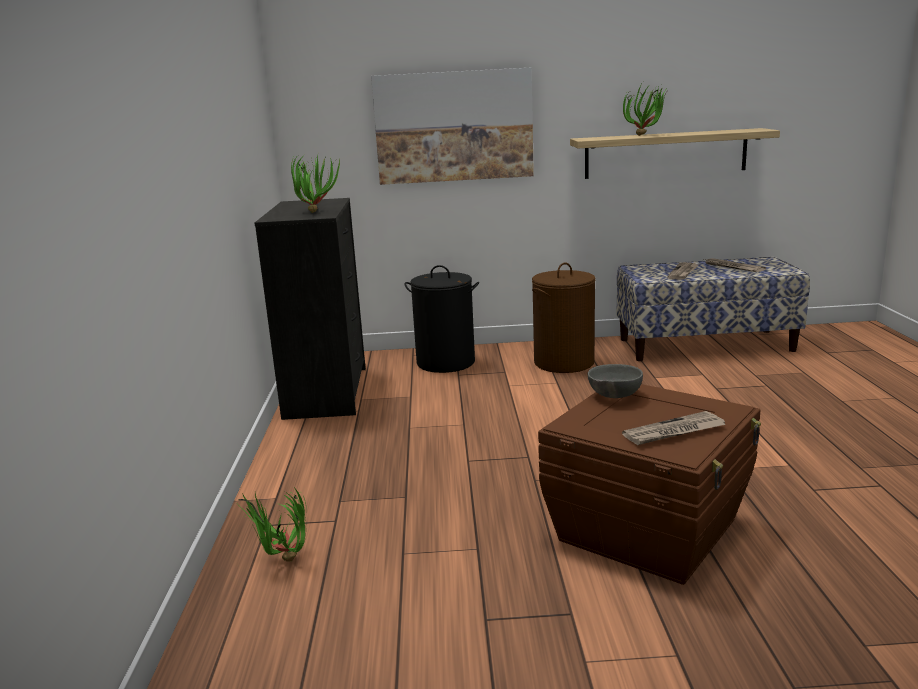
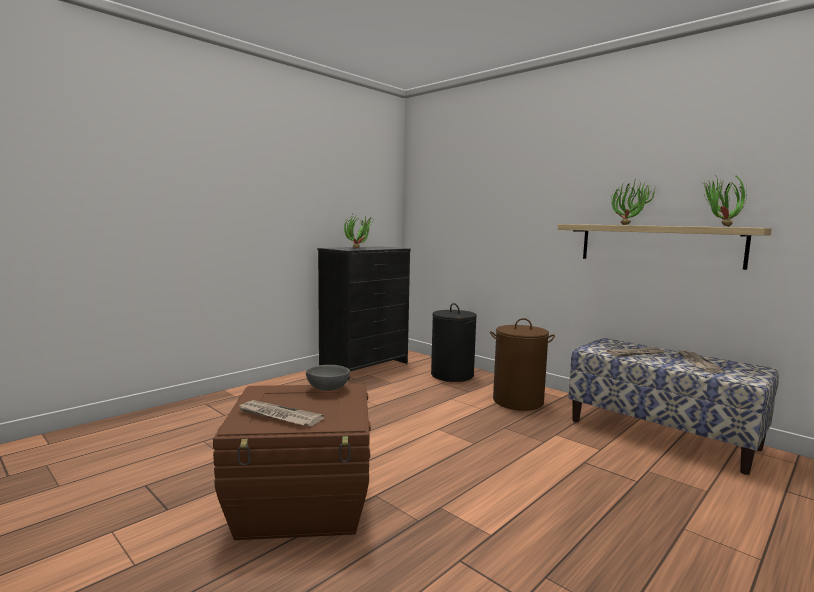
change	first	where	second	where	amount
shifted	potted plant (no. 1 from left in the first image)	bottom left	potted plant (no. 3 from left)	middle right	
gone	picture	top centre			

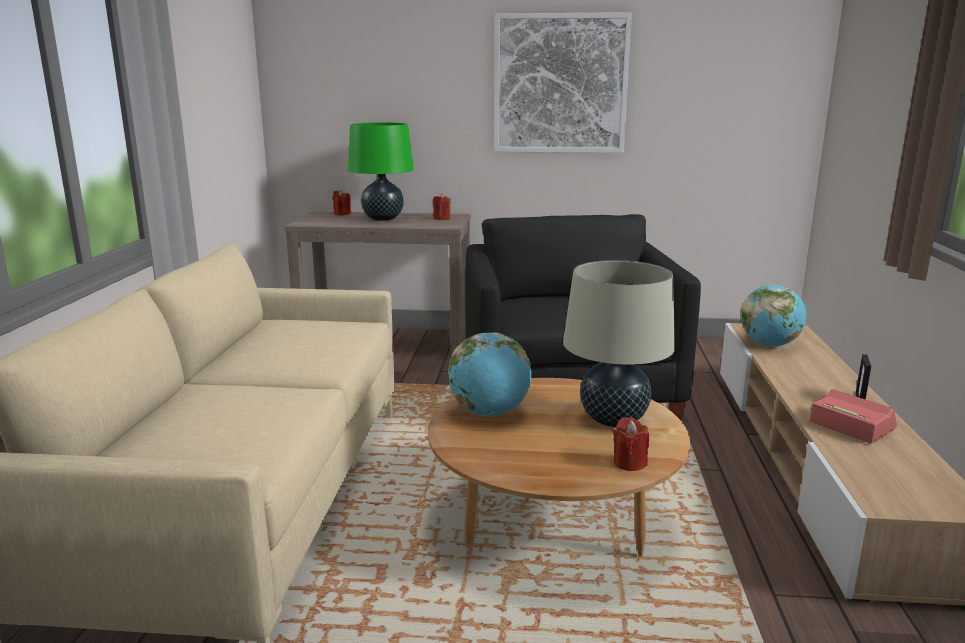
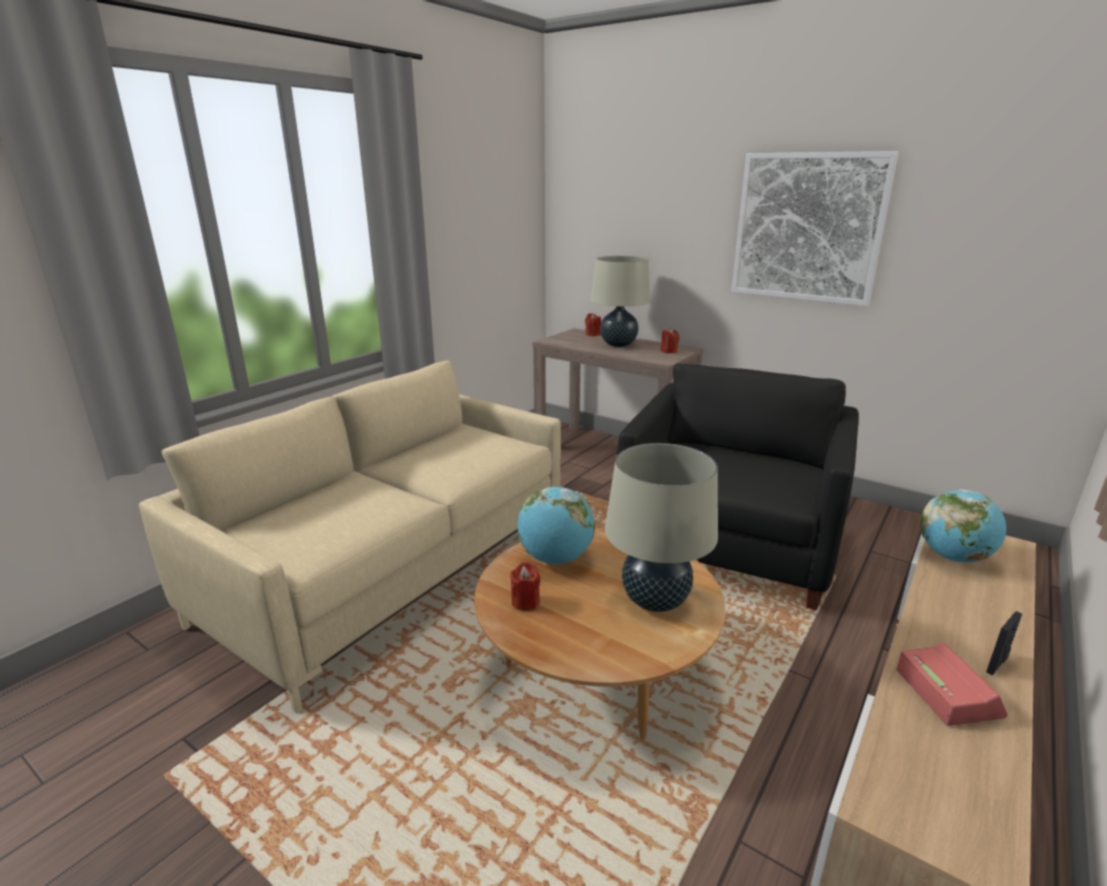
change	first	where	second	where	amount
repainted	green table lamp	top centre	beige table lamp (no. 1 from left)	centre	
shifted	red candle (no. 3 from left in the first image)	bottom centre	red candle (no. 1 from left)	centre	

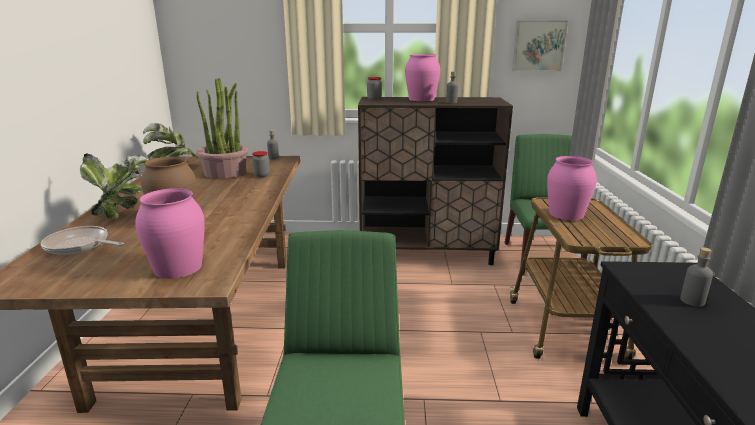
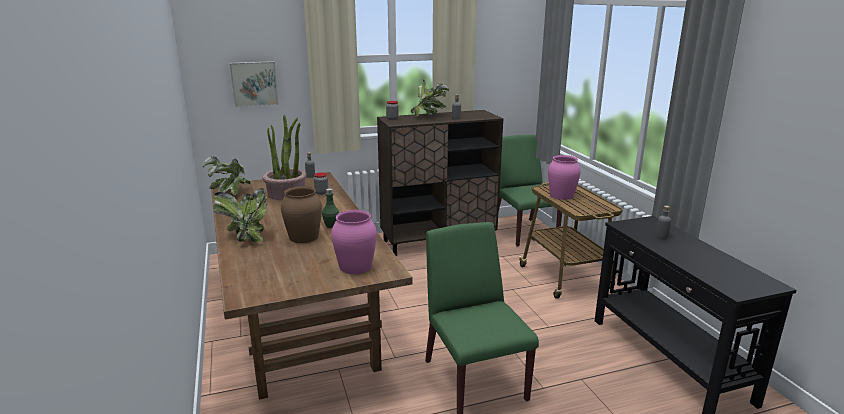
change	first	where	second	where	amount
gone	frying pan	middle left			
swapped	pink vase (no. 2 from left)	top centre	potted plant (no. 4 from left)	top centre	
shifted	picture	top right		top left	
new			green bottle	centre	

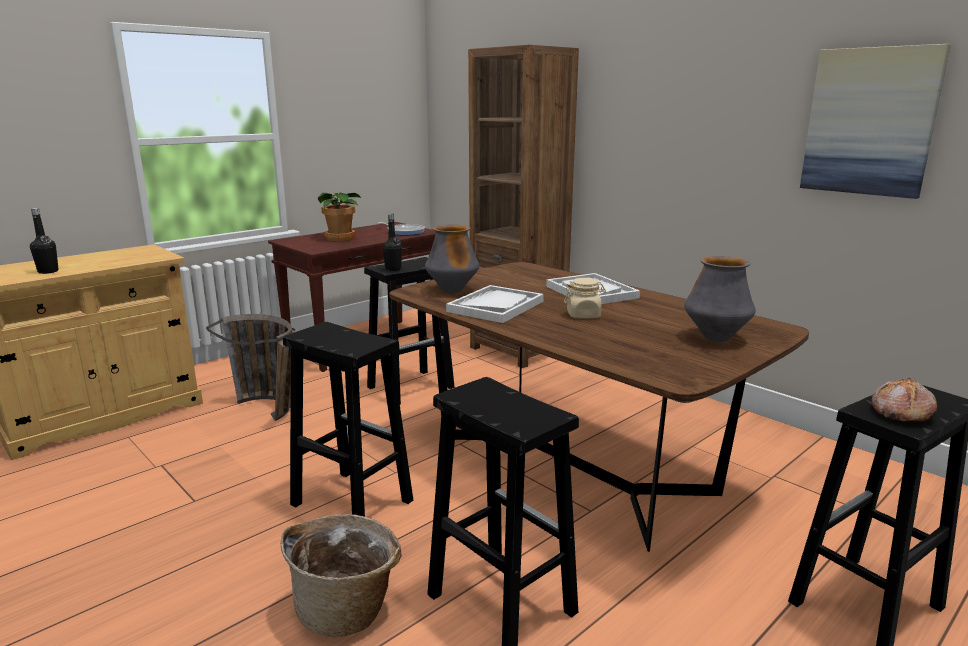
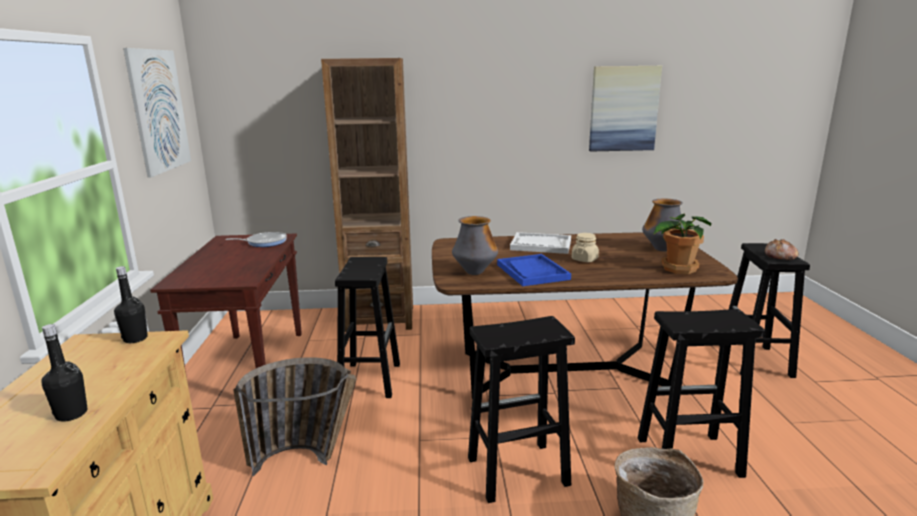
change	first	where	second	where	amount
shifted	potted plant	centre		middle right	
shifted	black bottle (no. 2 from left)	centre		middle left	
repainted	white tray (no. 1 from left)	centre	blue tray	centre	
new			picture (no. 1 from left)	top left	

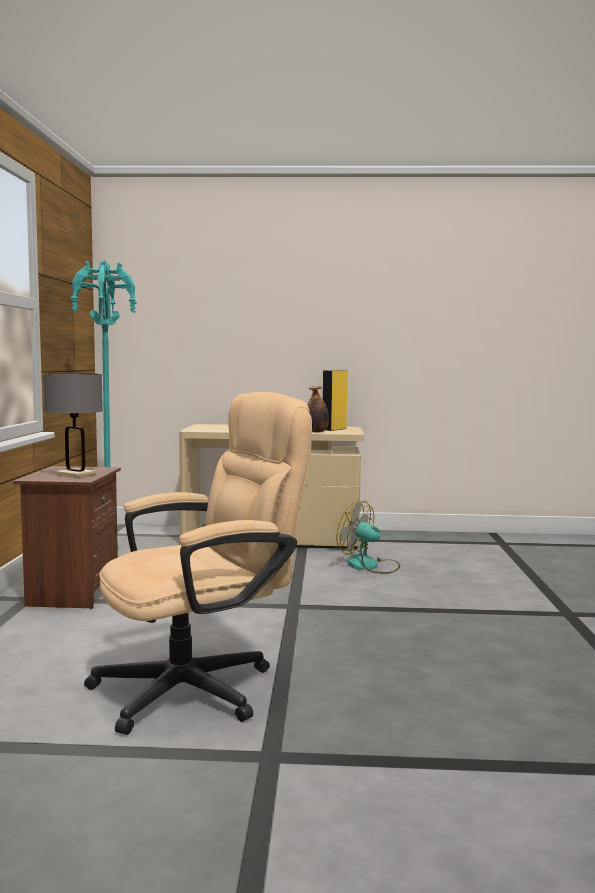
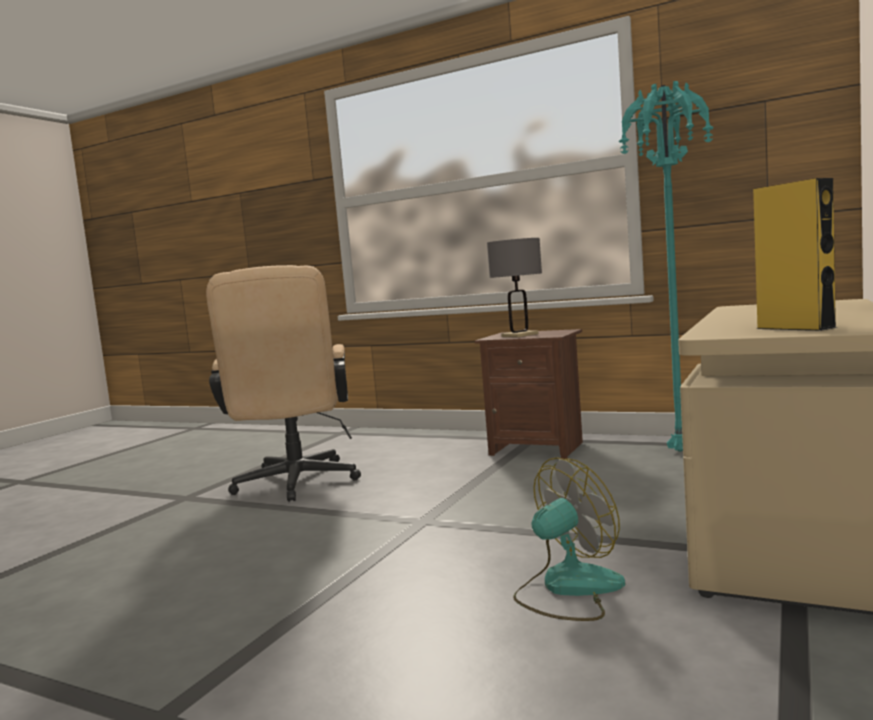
change	first	where	second	where	amount
gone	bottle	centre			

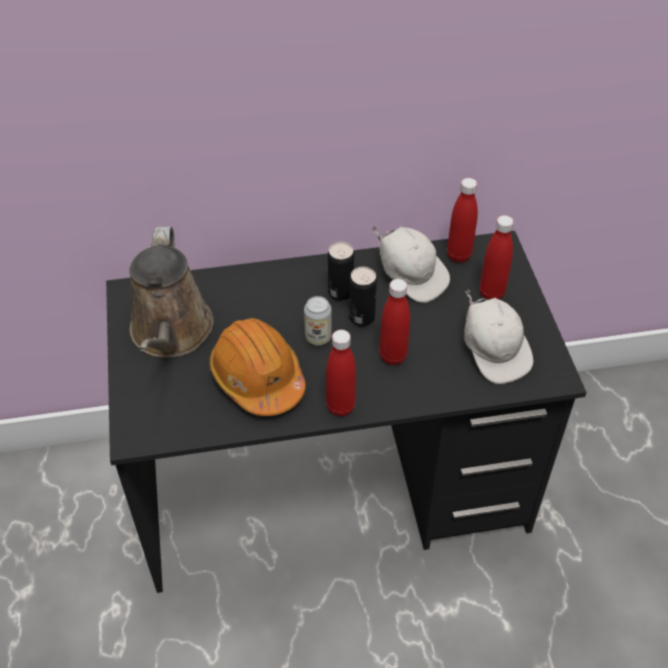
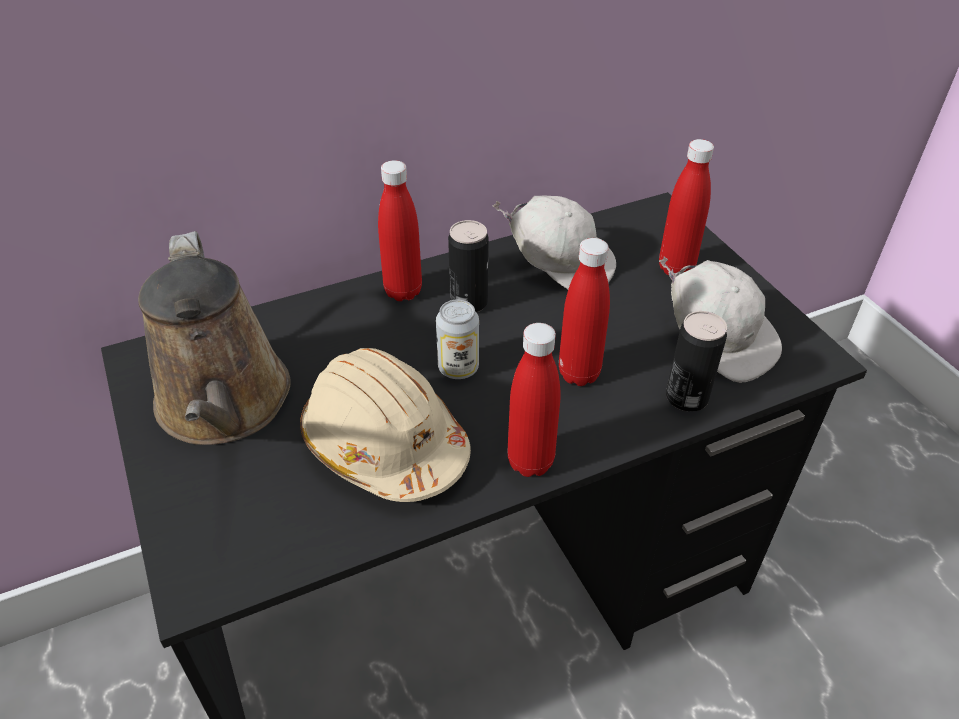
change	first	where	second	where	amount
repainted	orange hard hat	centre	beige hard hat	centre	
shifted	can (no. 3 from left)	centre		middle right	
shifted	red bottle (no. 3 from left in the first image)	top right	red bottle (no. 1 from left)	top centre	

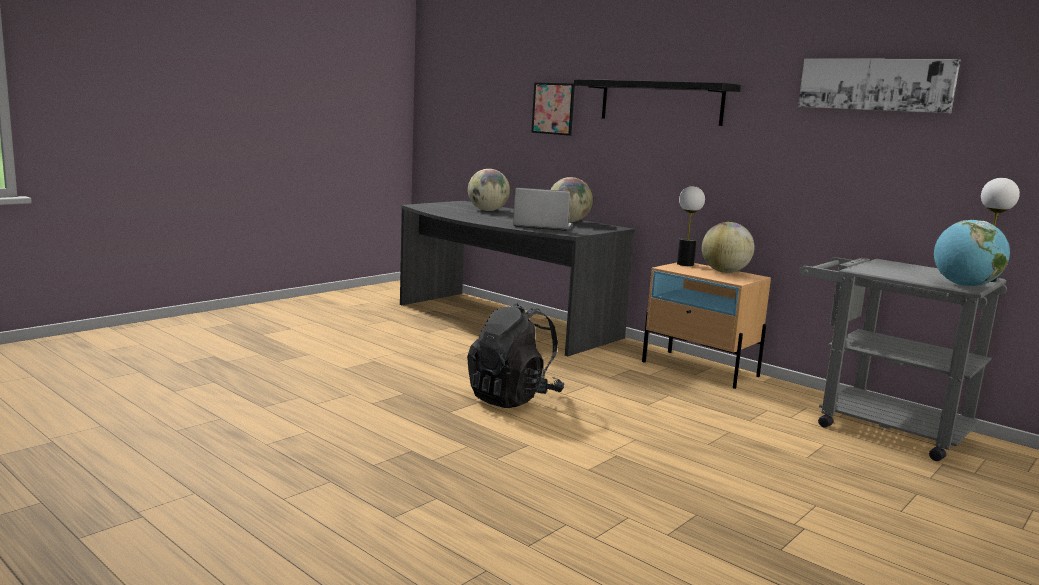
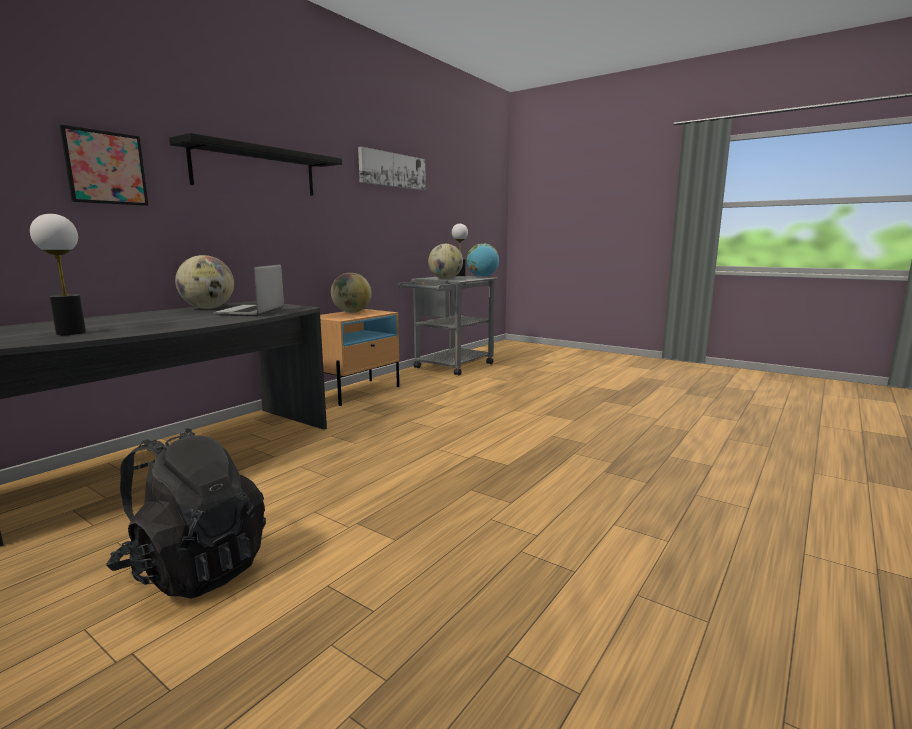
change	first	where	second	where	amount
shifted	black backpack	centre		bottom left	
shifted	globe (no. 1 from left in the first image)	top centre	globe (no. 3 from left)	centre	
shifted	table lamp (no. 1 from left)	centre		middle left	

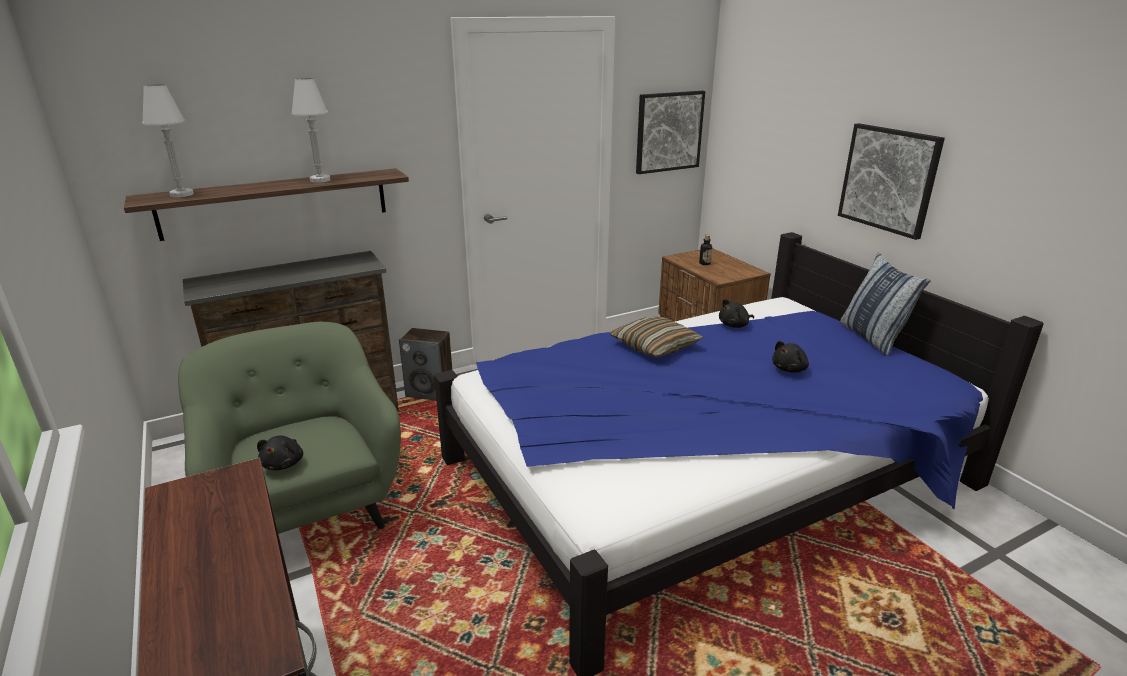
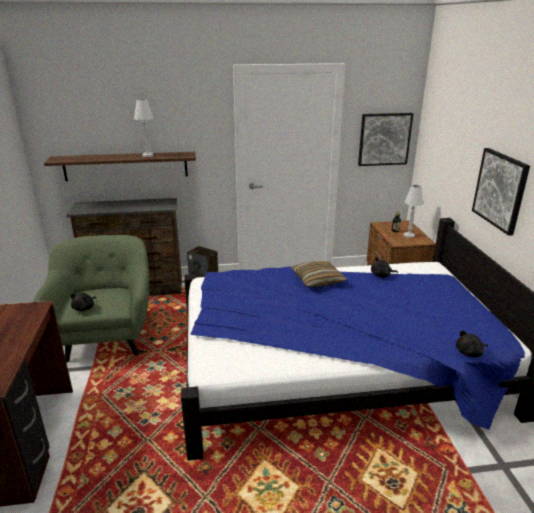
change	first	where	second	where	amount
shifted	white table lamp (no. 1 from left in the first image)	top left	white table lamp (no. 2 from left)	middle right	
shifted	black plush toy (no. 3 from left)	middle right		bottom right	
gone	pillow (no. 2 from left)	middle right			

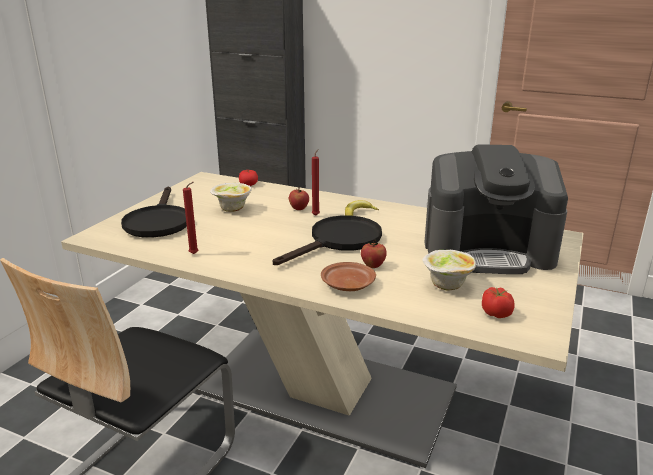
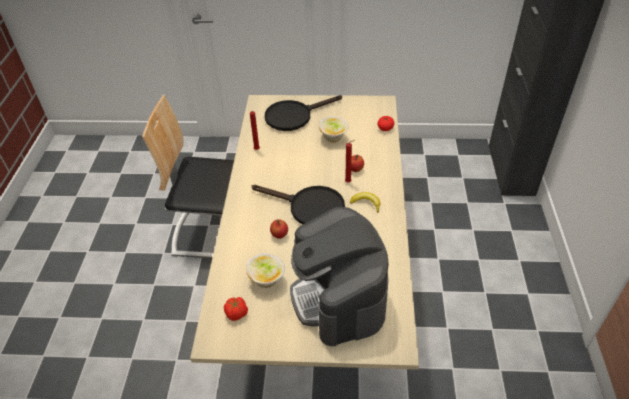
change	first	where	second	where	amount
gone	brown plate	centre			

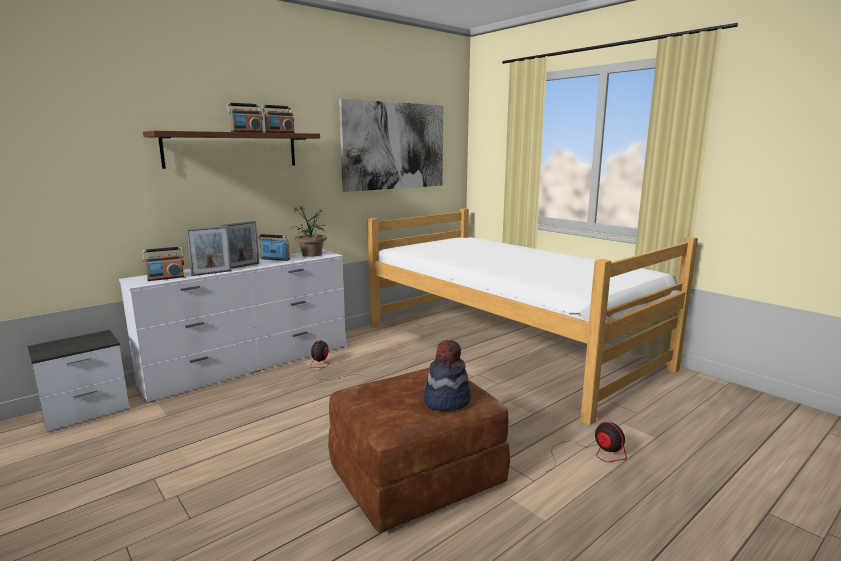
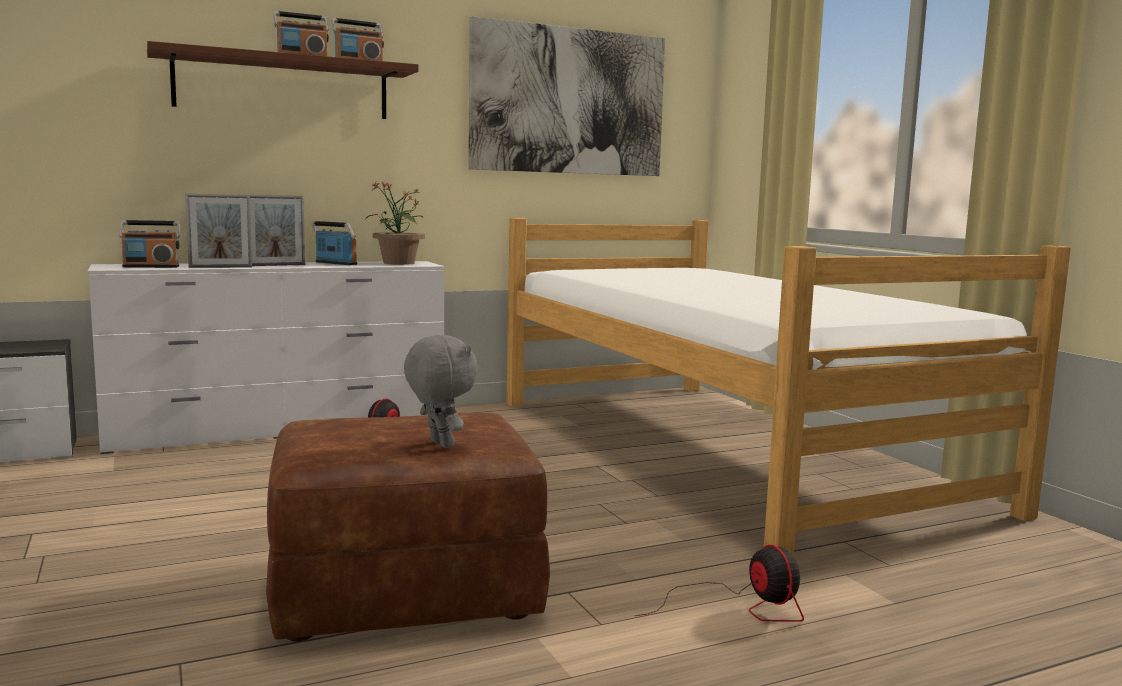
change	first	where	second	where	amount
swapped	hat	bottom centre	grey plush toy	centre	

